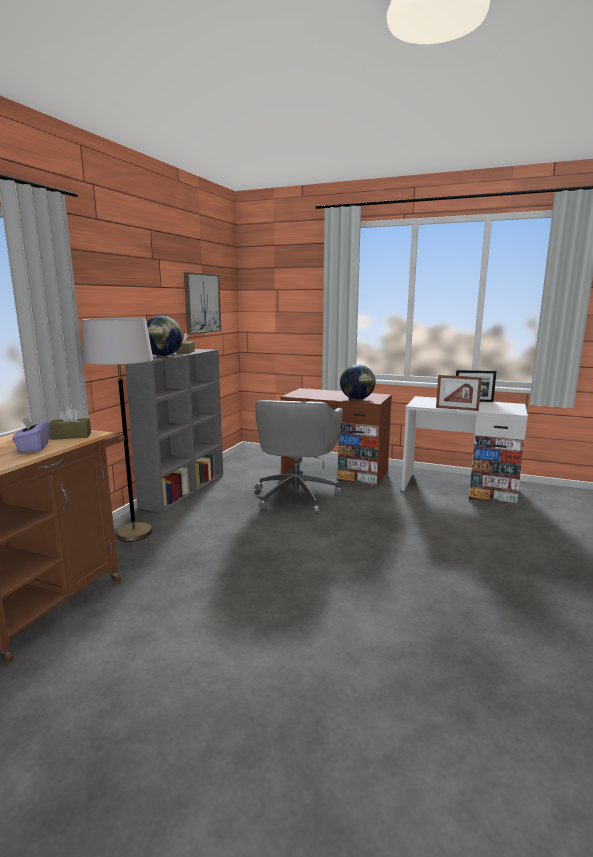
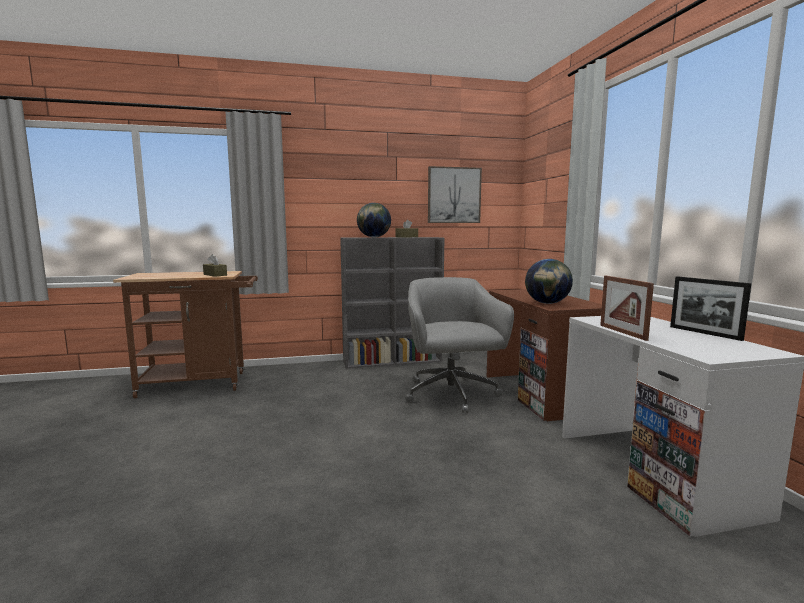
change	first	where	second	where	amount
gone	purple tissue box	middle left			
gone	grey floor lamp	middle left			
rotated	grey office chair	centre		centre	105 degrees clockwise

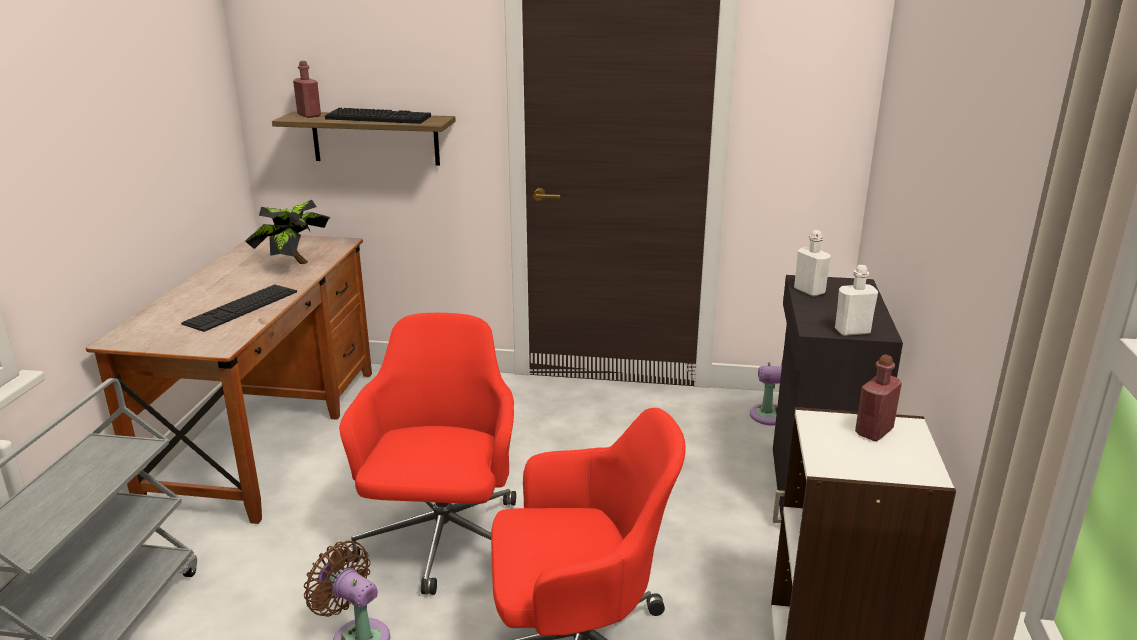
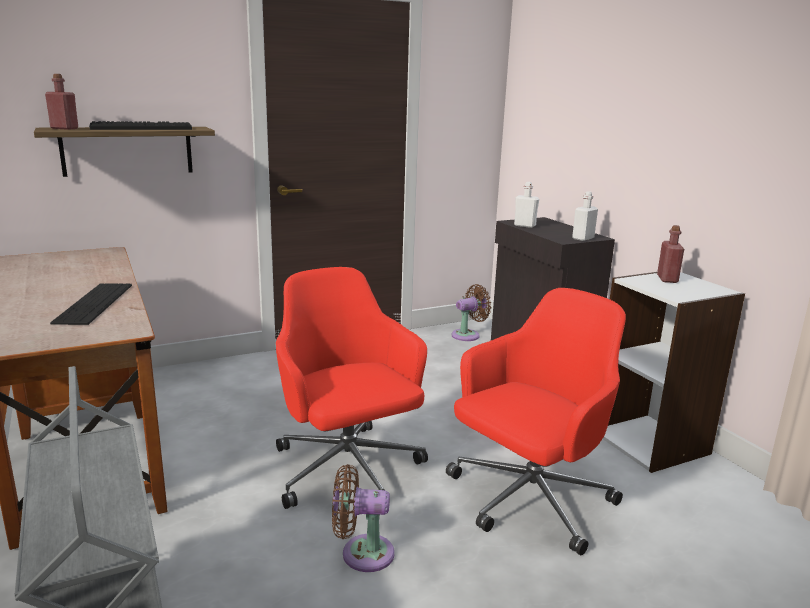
change	first	where	second	where	amount
gone	potted plant	middle left			

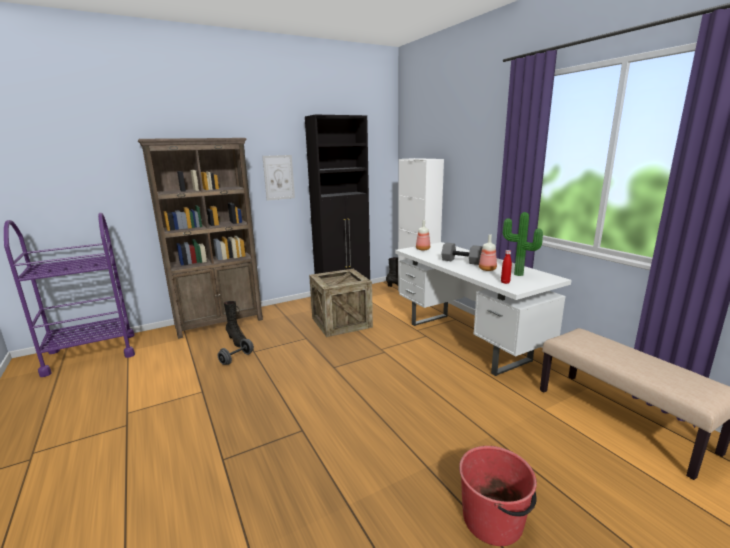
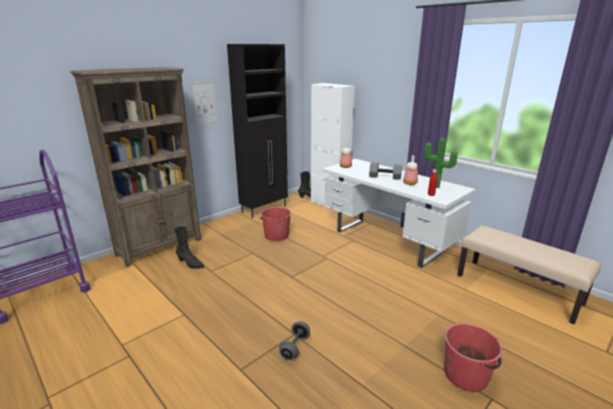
change	first	where	second	where	amount
shifted	grey dumbbell (no. 1 from left)	middle left		bottom centre	
swapped	crate	centre	red bucket (no. 1 from left)	centre	

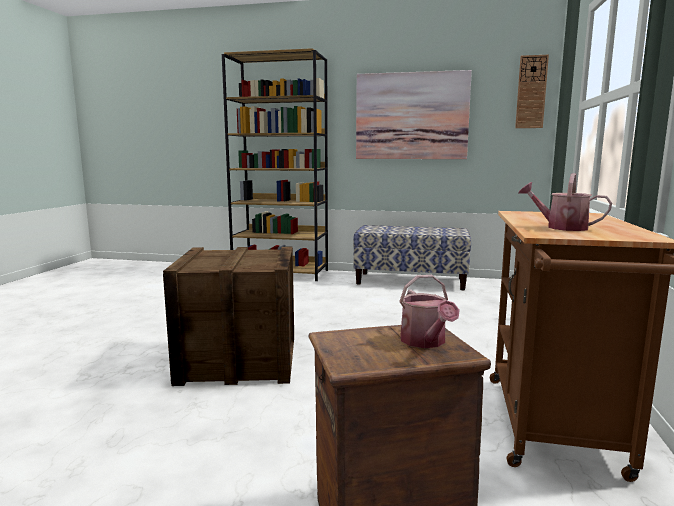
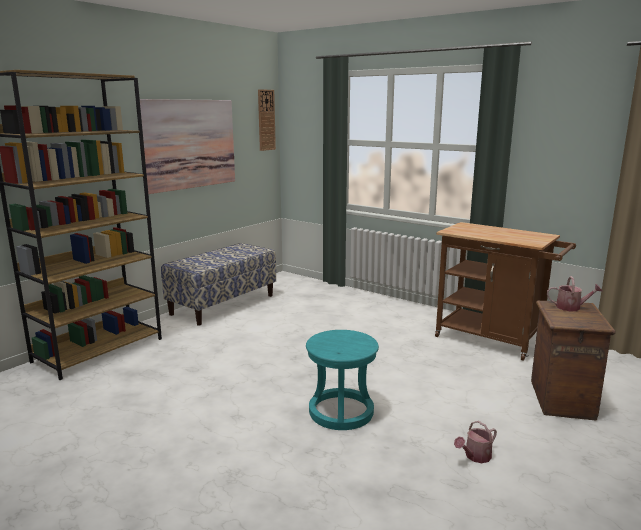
change	first	where	second	where	amount
swapped	crate (no. 1 from left)	centre	turquoise stool	bottom centre	
shifted	watering can (no. 2 from left in the first image)	middle right	watering can (no. 1 from left)	bottom right	

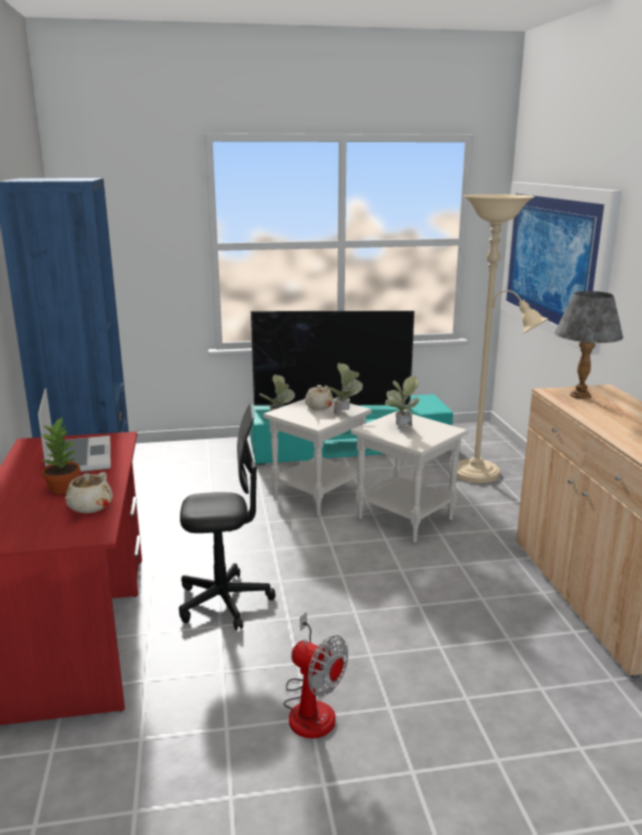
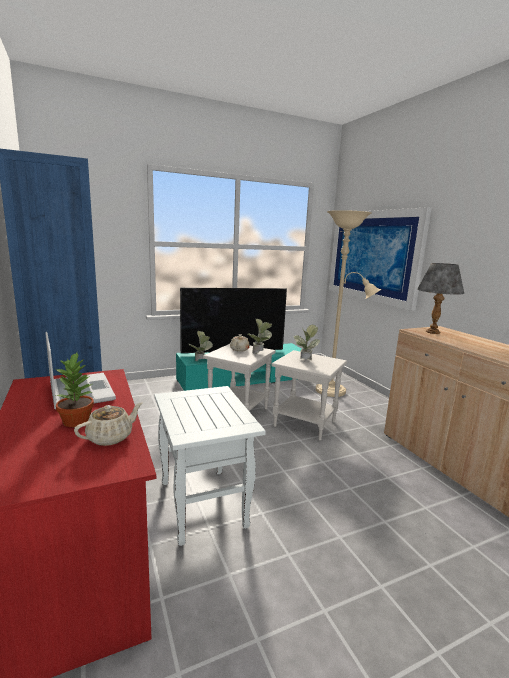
change	first	where	second	where	amount
rotated	beige teapot (no. 1 from left)	middle left		middle left	135 degrees counterclockwise
swapped	black office chair	centre	white side table (no. 1 from left)	bottom centre	
gone	fan	bottom centre			

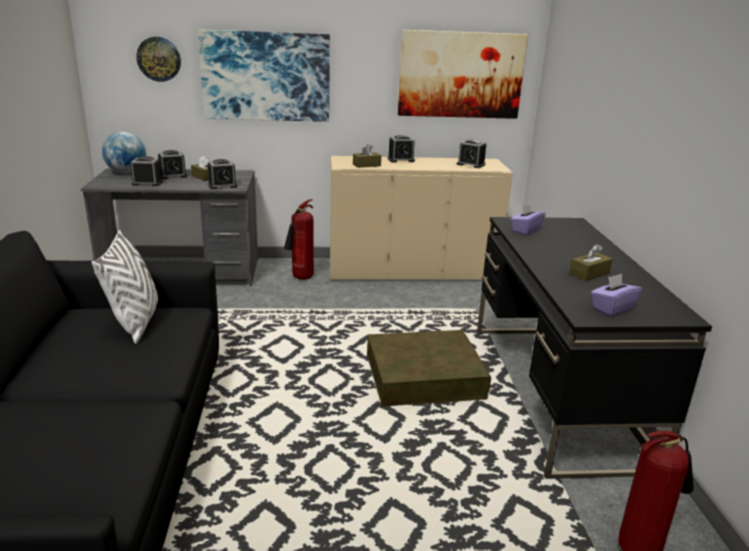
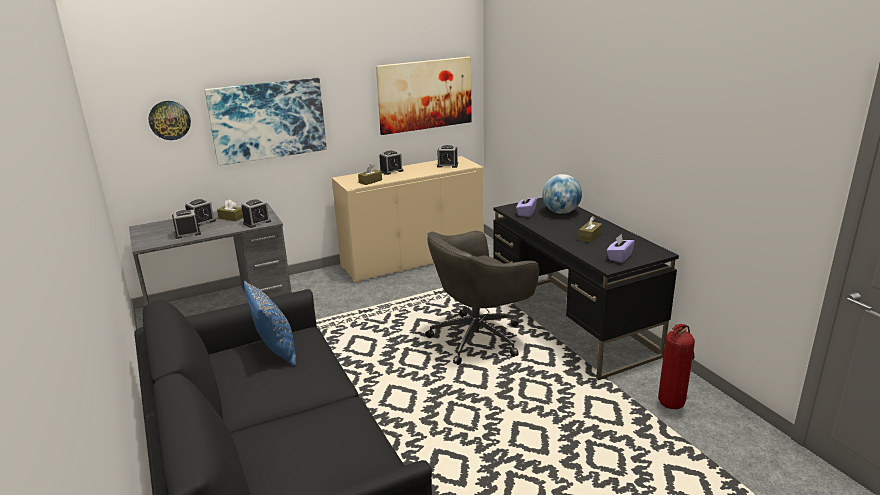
change	first	where	second	where	amount
repainted	white pillow	middle left	blue pillow	middle left	
shifted	globe	top left		centre	
gone	fire extinguisher (no. 1 from left)	centre			
swapped	brown storage box	bottom centre	grey office chair	centre	

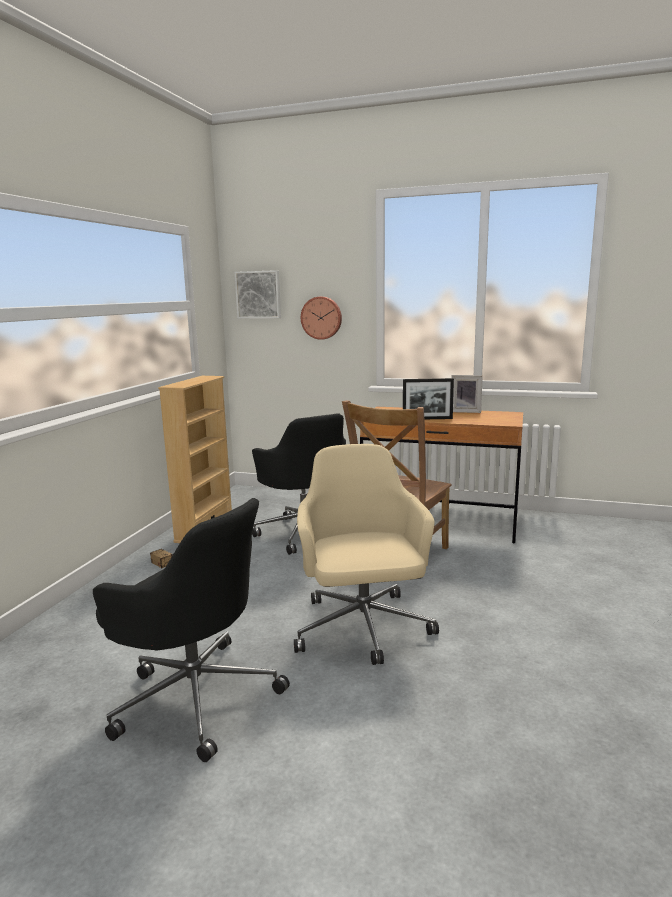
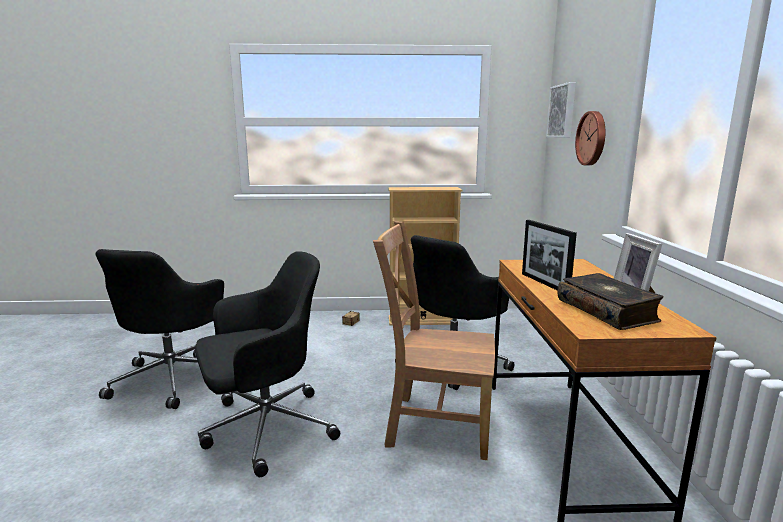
change	first	where	second	where	amount
repainted	beige office chair	centre	black office chair (no. 2 from left)	bottom centre	
new			book	middle right	

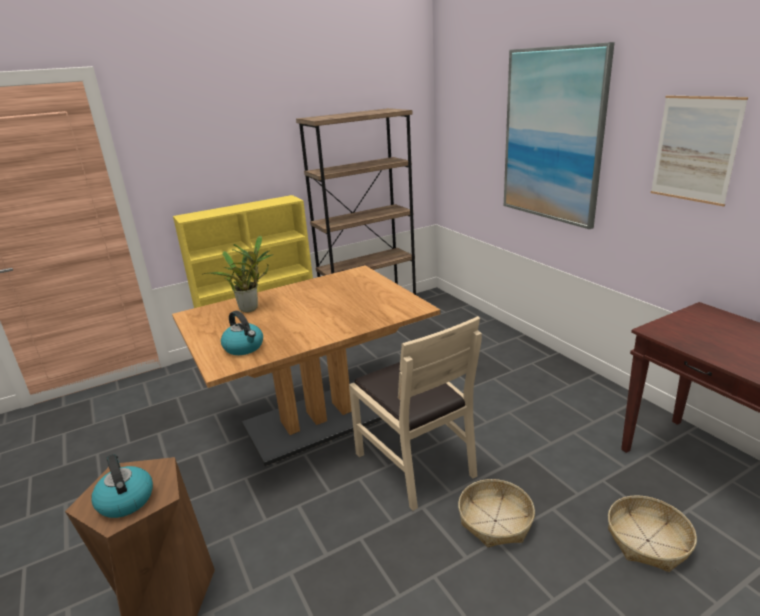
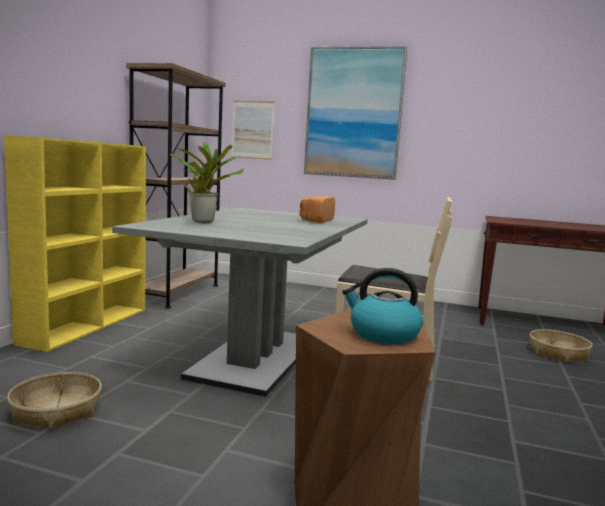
change	first	where	second	where	amount
repainted	brown dining table	centre	grey dining table	centre	
gone	kettle (no. 2 from left)	middle left			
shifted	basket (no. 1 from left)	bottom centre		bottom left	
shifted	picture (no. 2 from left in the first image)	top right	picture (no. 1 from left)	top centre	
new			bread	centre	

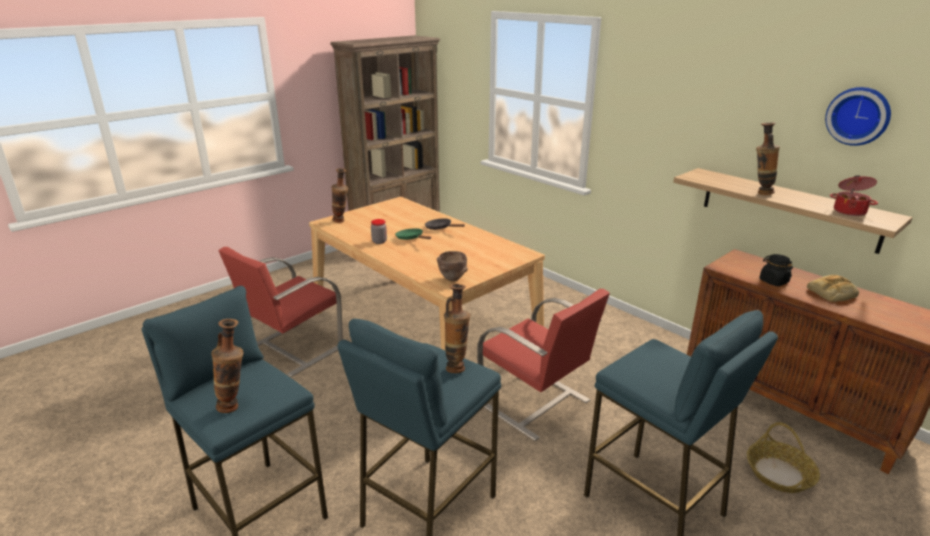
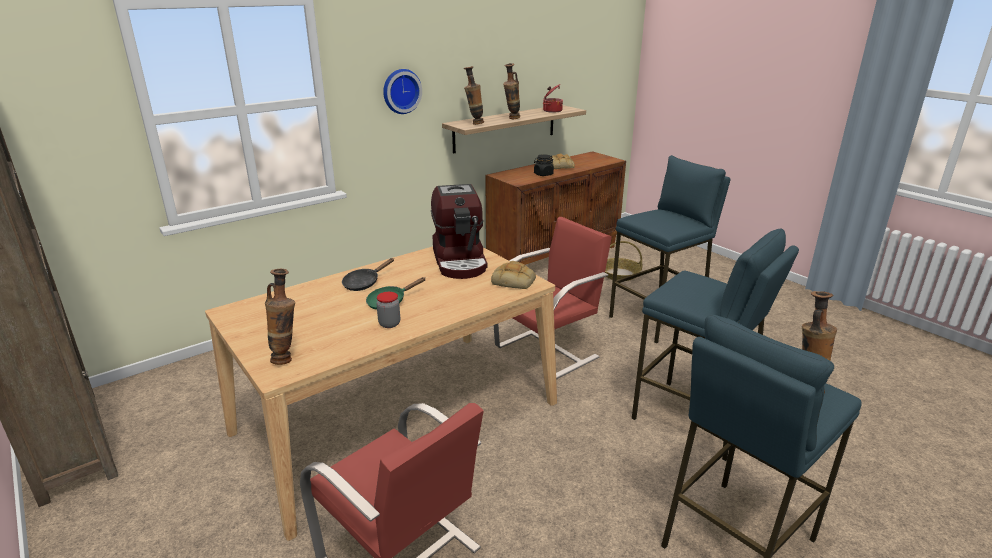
change	first	where	second	where	amount
swapped	brown bowl	centre	bread (no. 1 from left)	centre	
shifted	vase (no. 3 from left in the first image)	centre	vase (no. 2 from left)	top centre	
shifted	wall clock	top right		top centre	
new			coffee machine	centre	

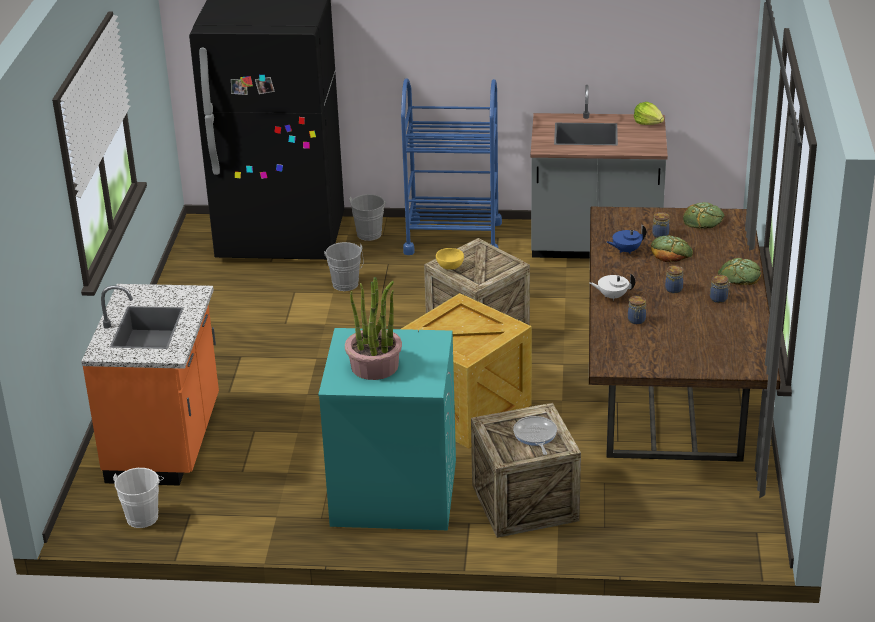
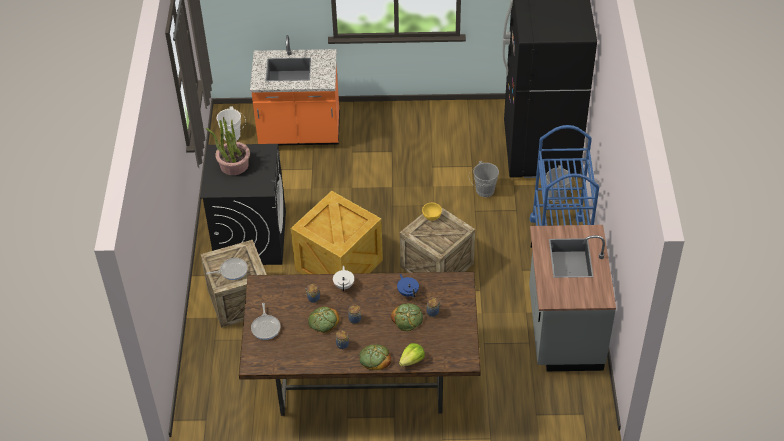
change	first	where	second	where	amount
repainted	turquoise washing machine	bottom centre	black washing machine	middle left	
shifted	lettuce	top right		bottom centre	
shifted	bread (no. 2 from left in the first image)	middle right	bread (no. 1 from left)	bottom centre	
new			frying pan (no. 2 from left)	bottom centre	

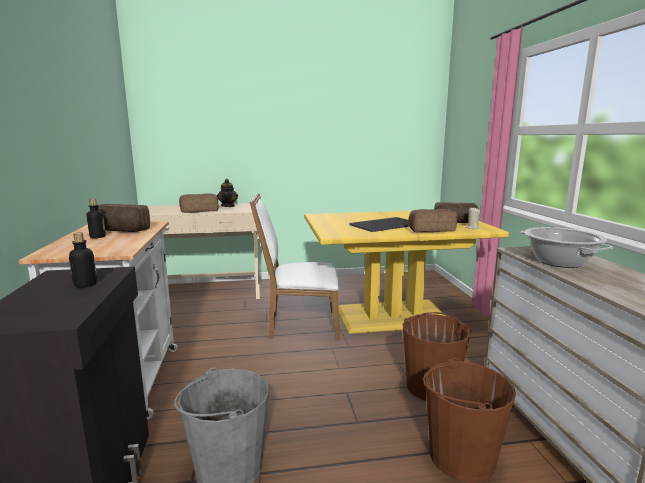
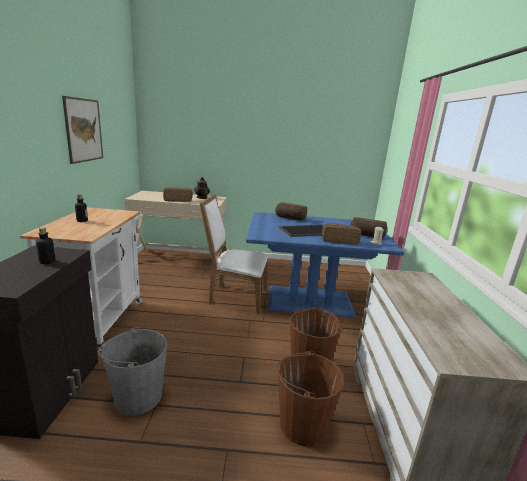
change	first	where	second	where	amount
shifted	bread (no. 1 from left in the first image)	middle left	bread (no. 2 from left)	centre	
repainted	yellow dining table	centre	blue dining table	centre	
gone	cooking pot	middle right			
new			picture	top left	

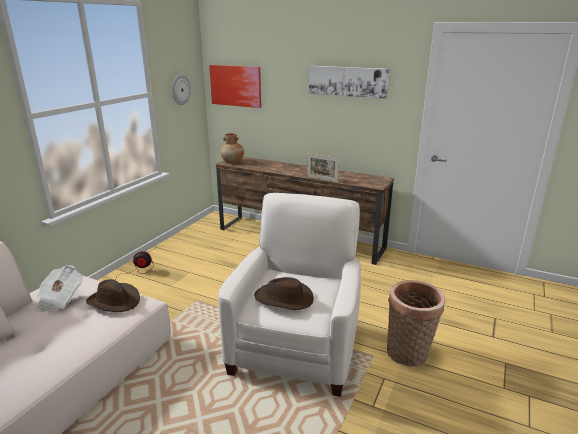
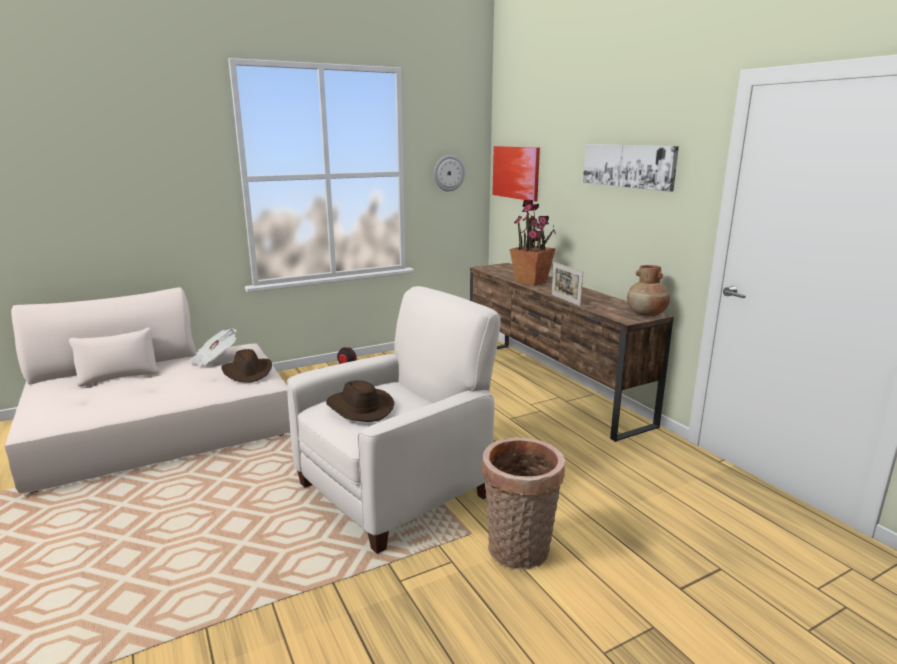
change	first	where	second	where	amount
shifted	brown vase	centre		middle right	
new			potted plant	centre	

